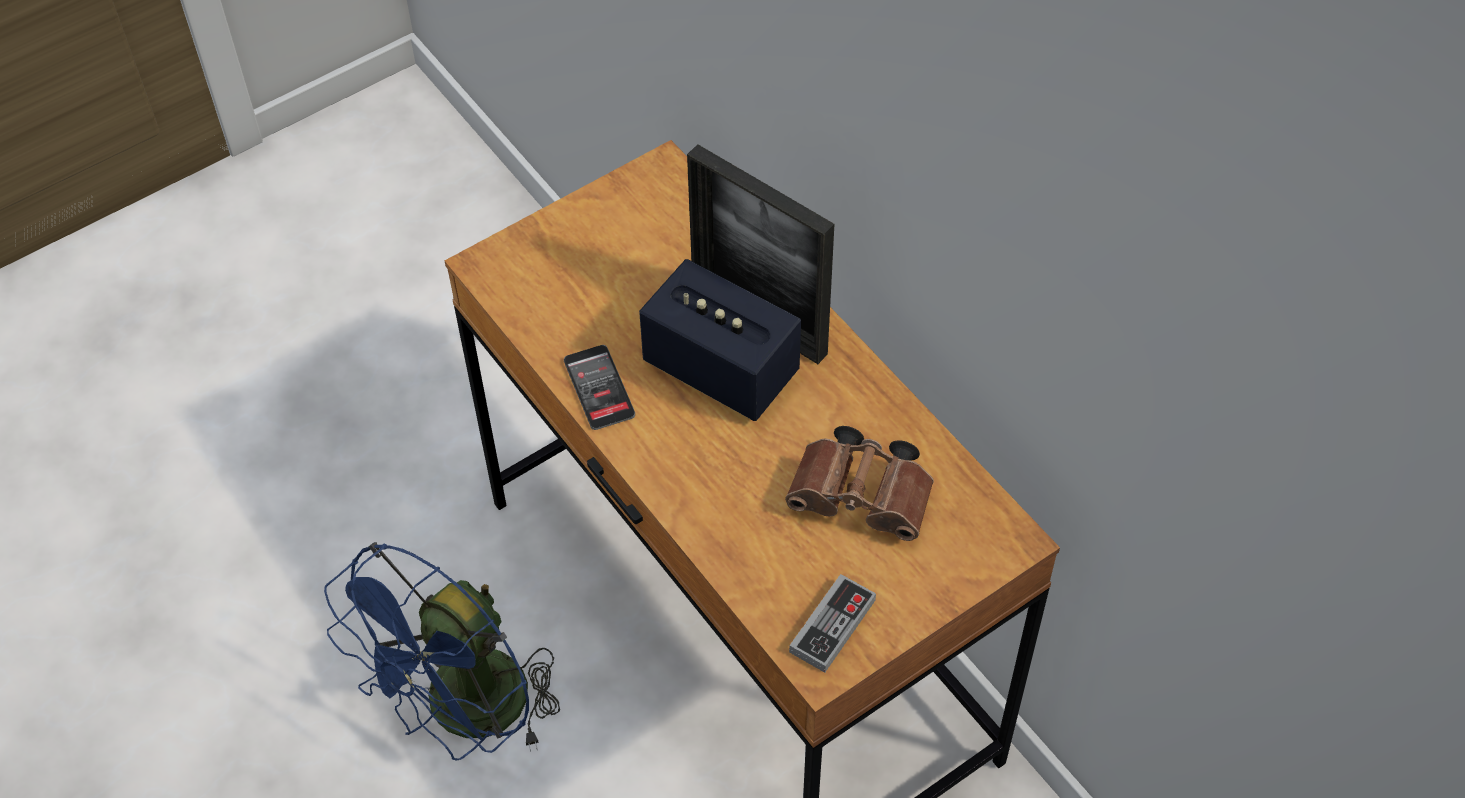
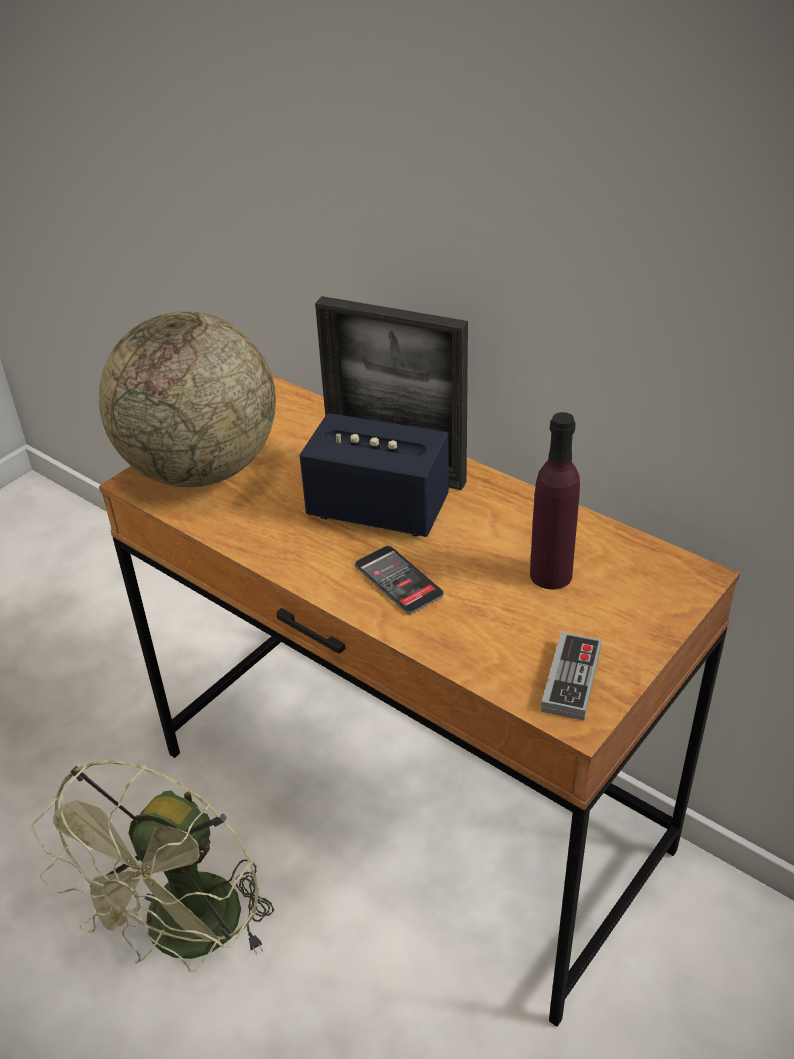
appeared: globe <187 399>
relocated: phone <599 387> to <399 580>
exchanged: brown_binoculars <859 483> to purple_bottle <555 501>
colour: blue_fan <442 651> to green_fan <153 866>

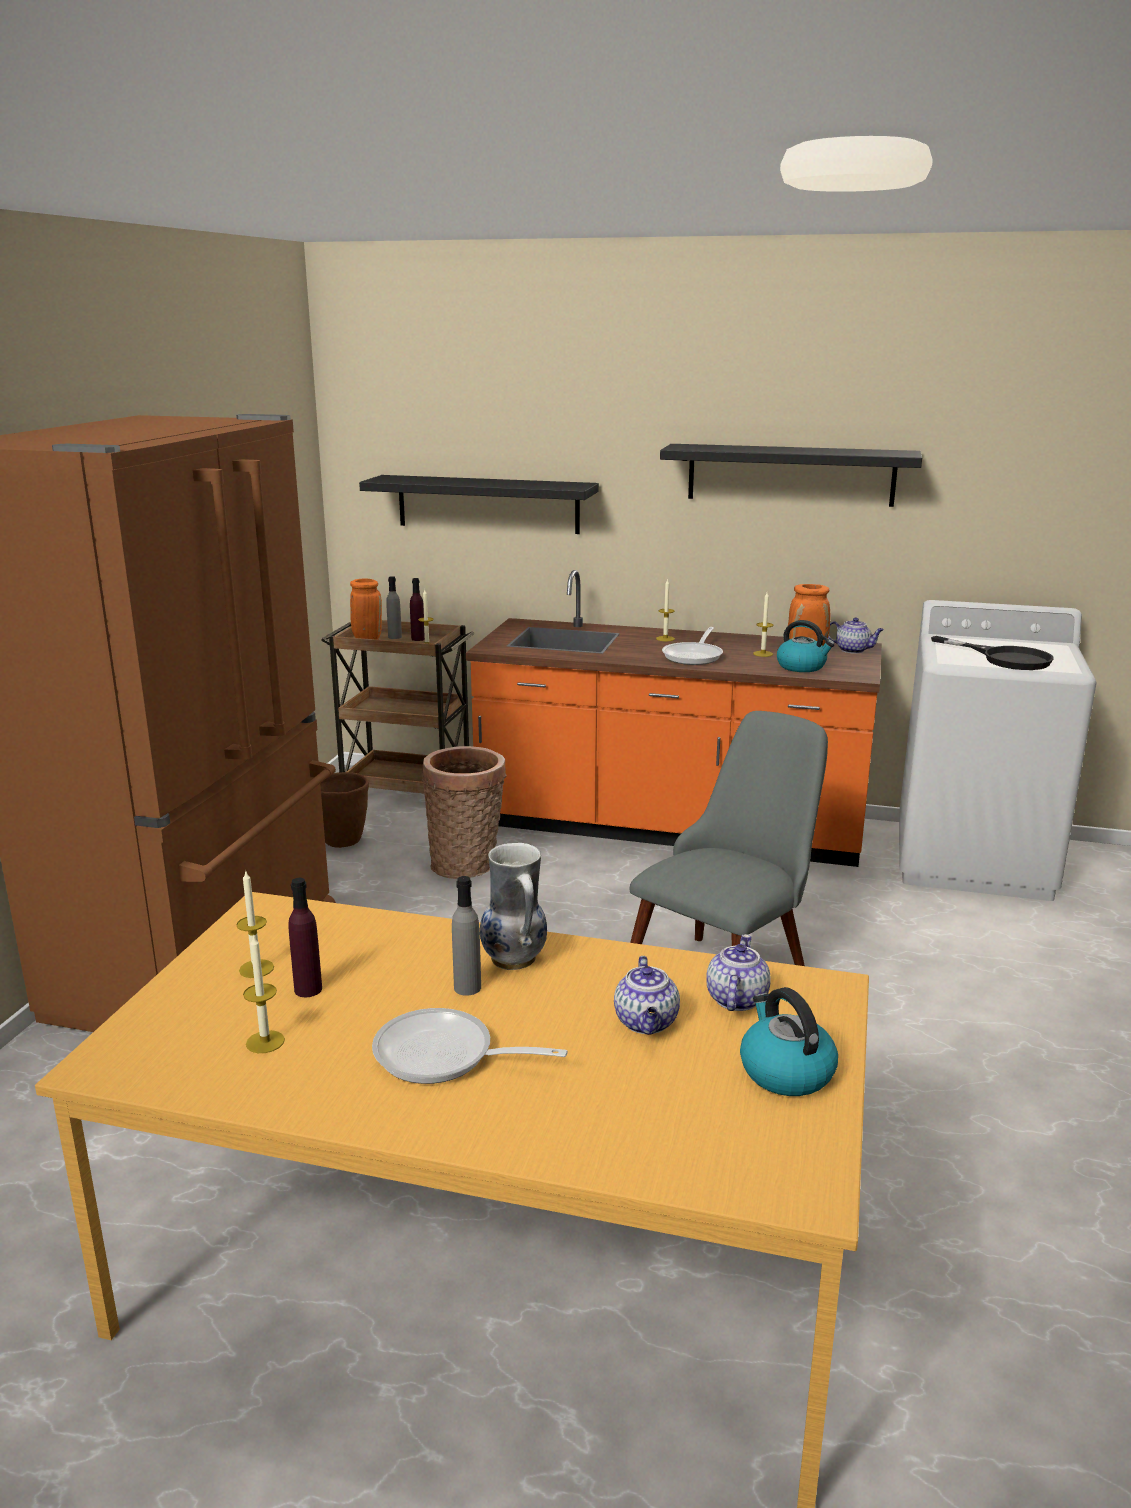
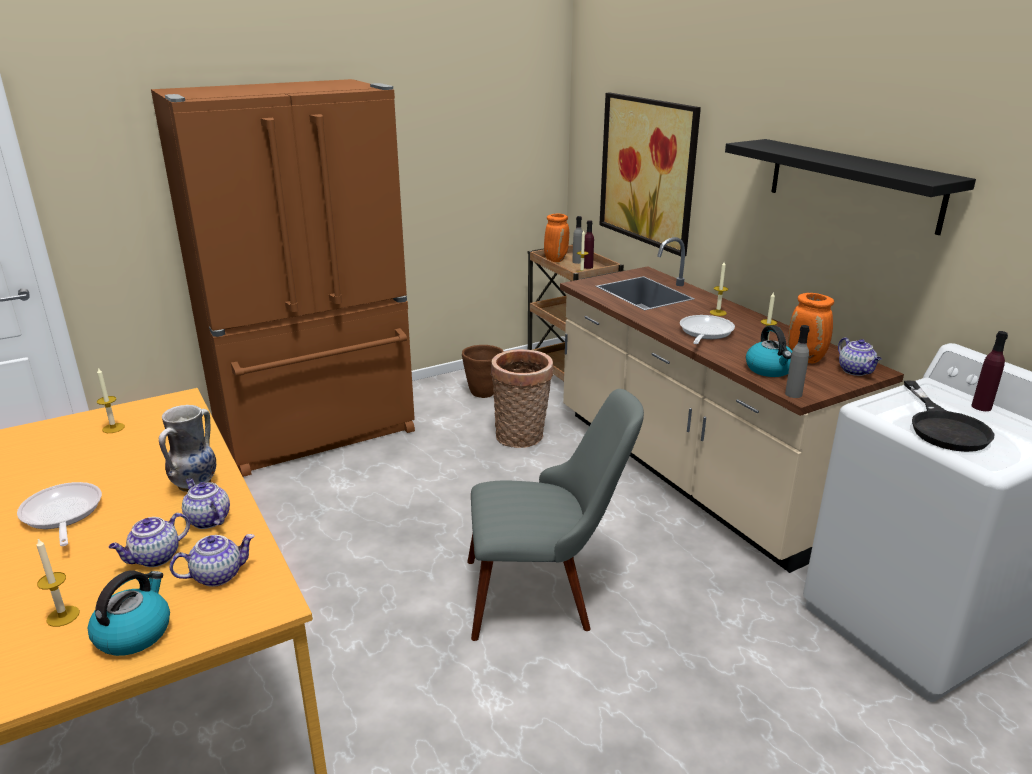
appeared: teapot <206 503>
relocated: grey_bottle <466 936> to <797 361>; purple_bottle <305 937> to <990 371>; candle <264 993> to <57 583>
exchanged: black_shelf <479 504> to picture <650 174>
colour: orange_counter <674 718> to beige_counter <732 405>
spun: frying_pan <692 646> = <707 329> 135 degrees clockwise

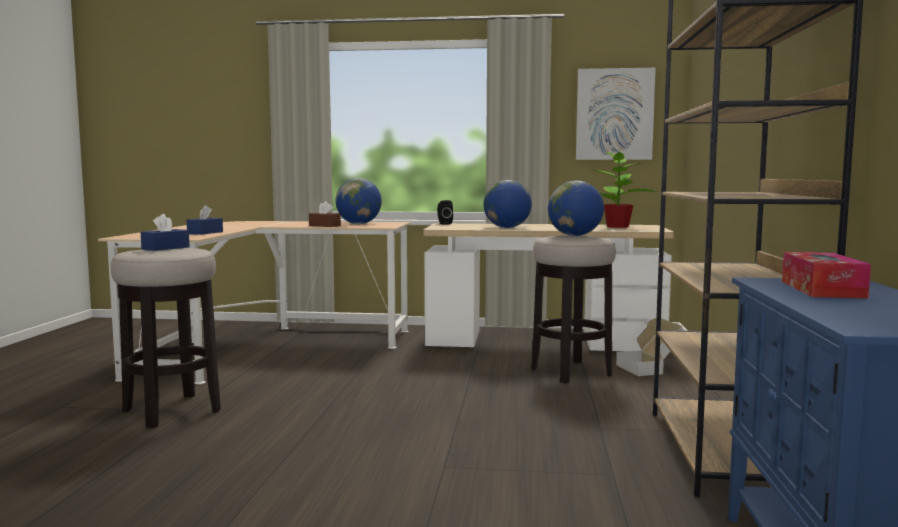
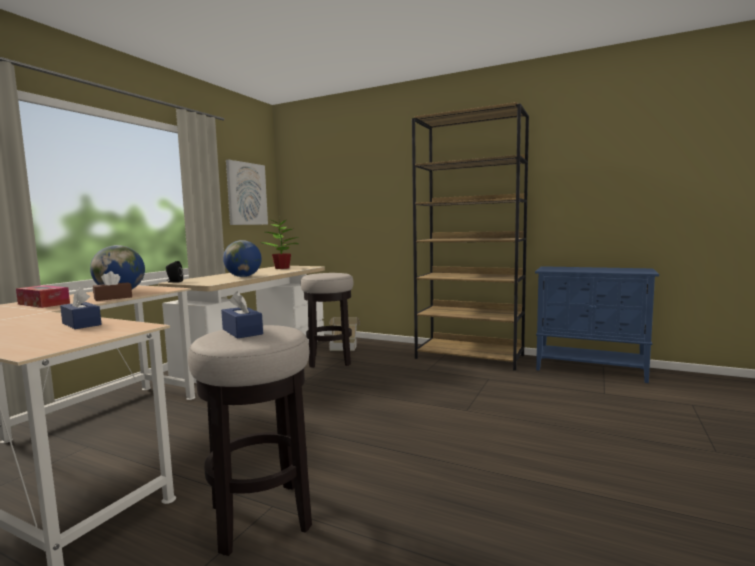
missing: globe <576 208>
relocated: tissue_box <826 275> to <43 296>

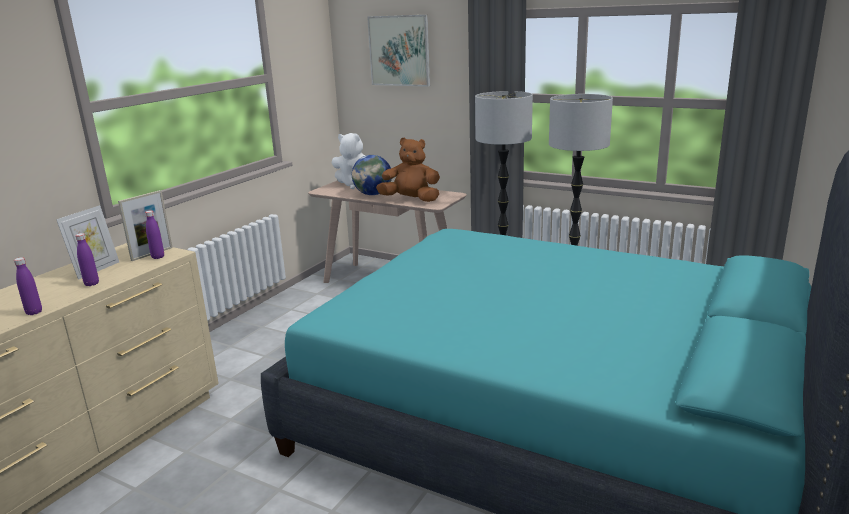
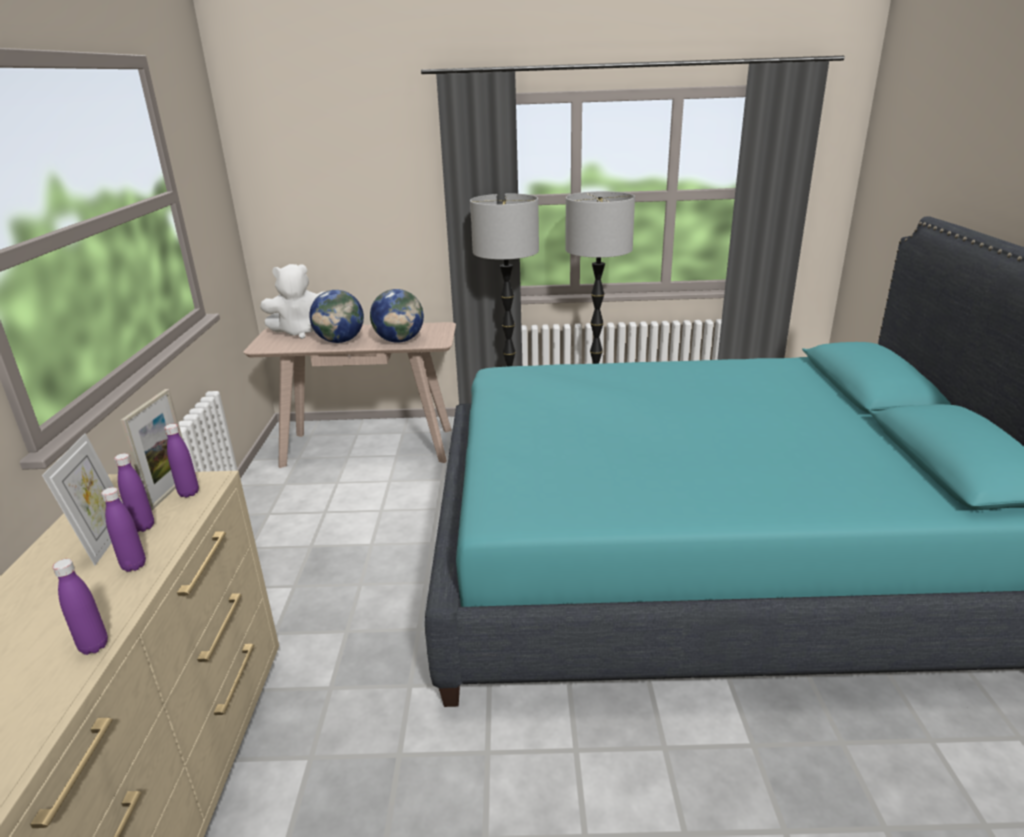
missing: picture <398 51>
appeared: purple_bottle <134 492>
exchanged: brown_plush_toy <408 169> to globe <397 316>

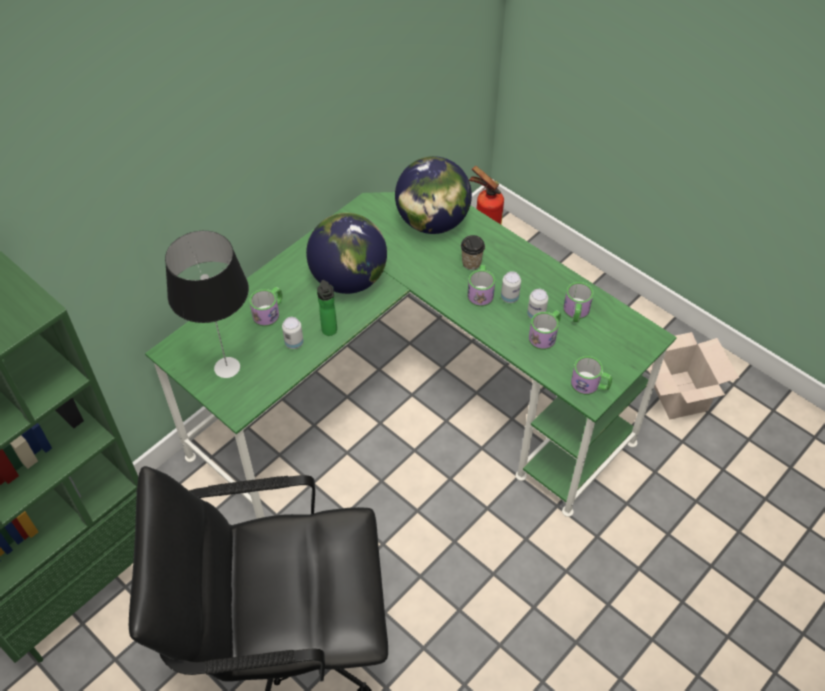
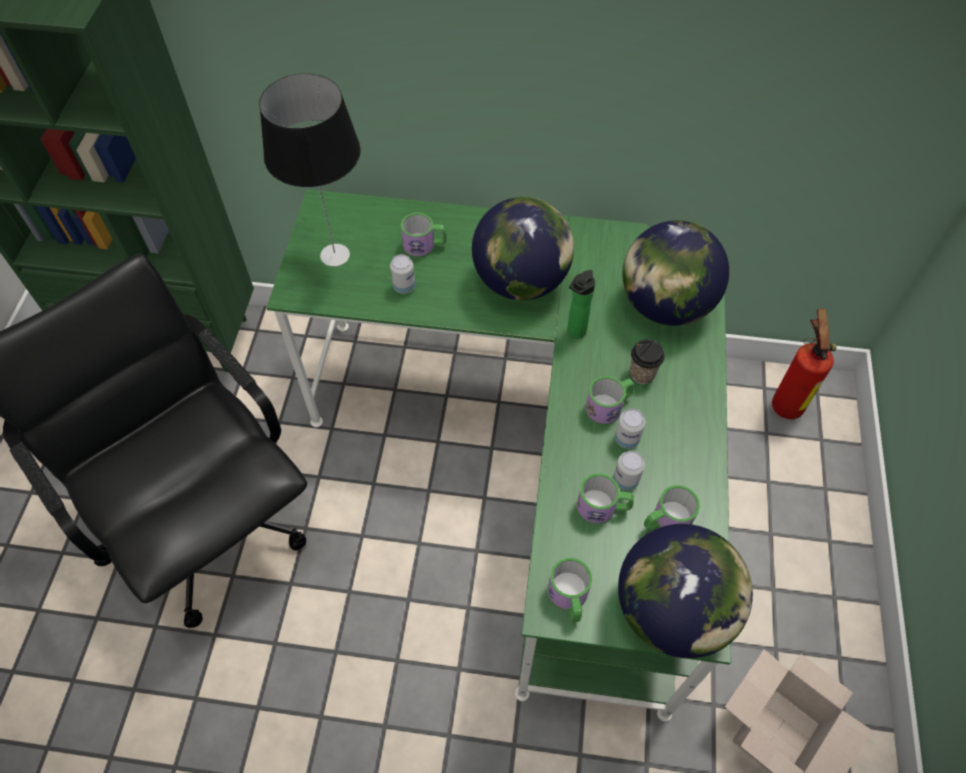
appeared: globe <685 591>
relocated: bottle <327 308> to <581 304>

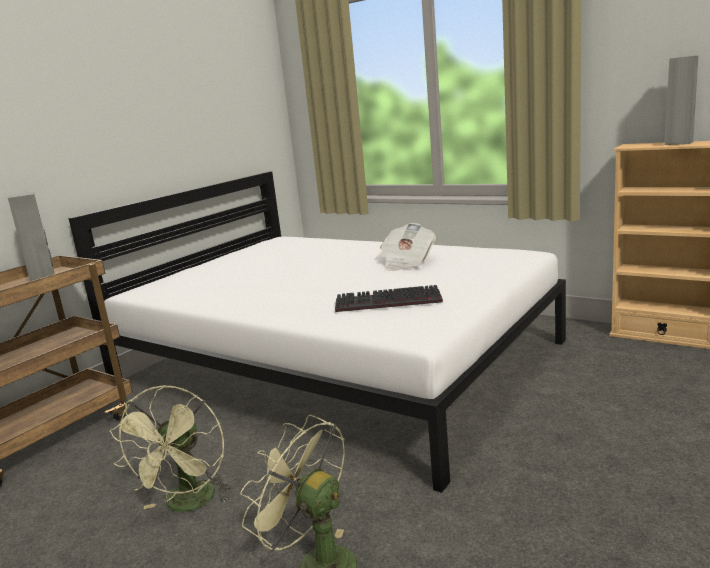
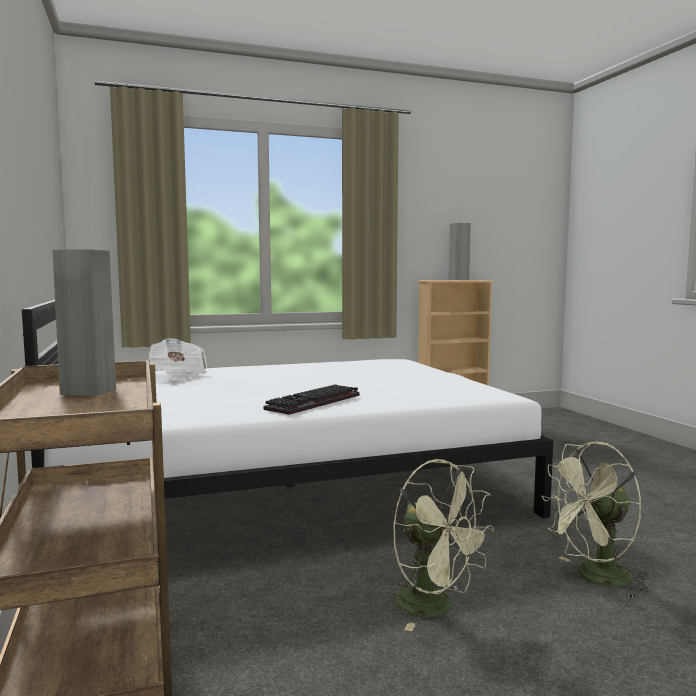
relocated: newspaper <408 247> to <177 359>; keyboard <389 298> to <311 399>

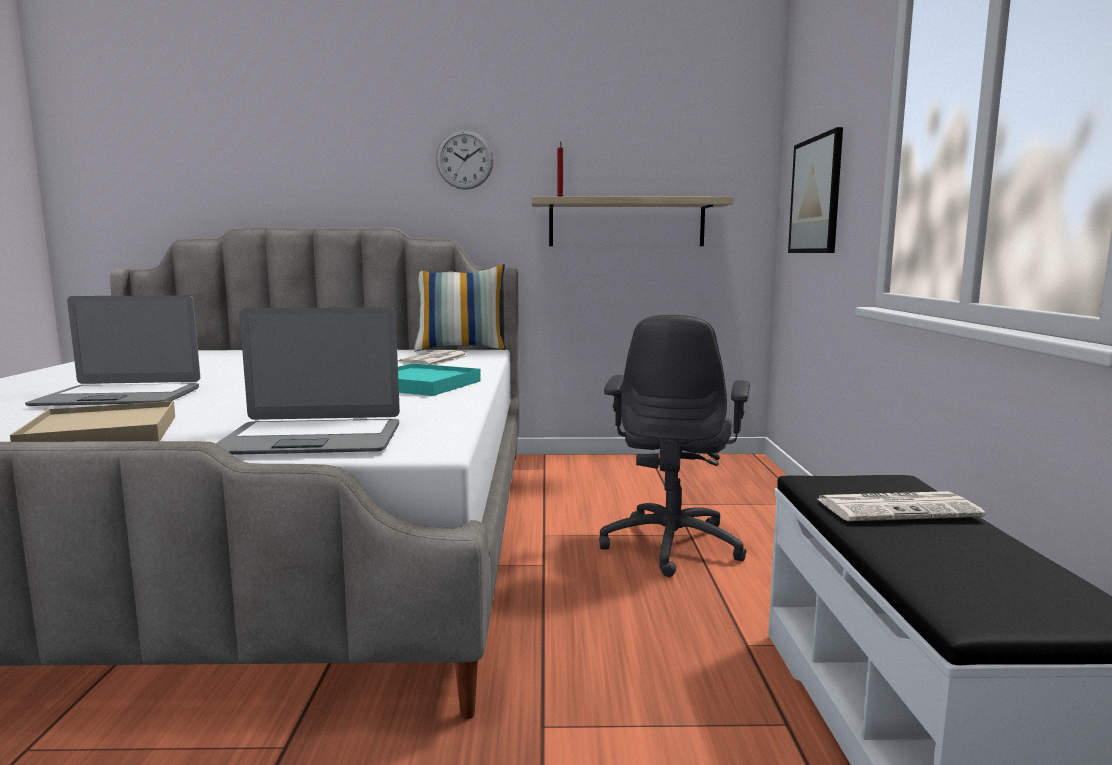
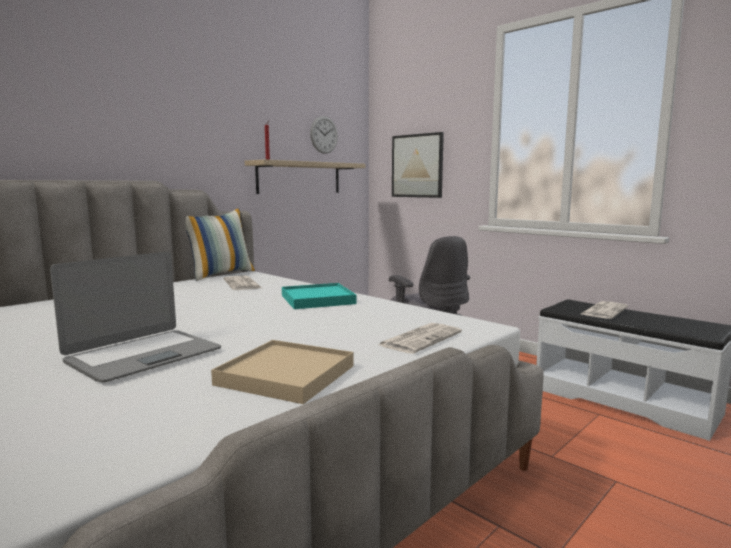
relocated: wall_clock <465 160> to <324 135>
exchanged: laptop <308 381> to newspaper <420 338>

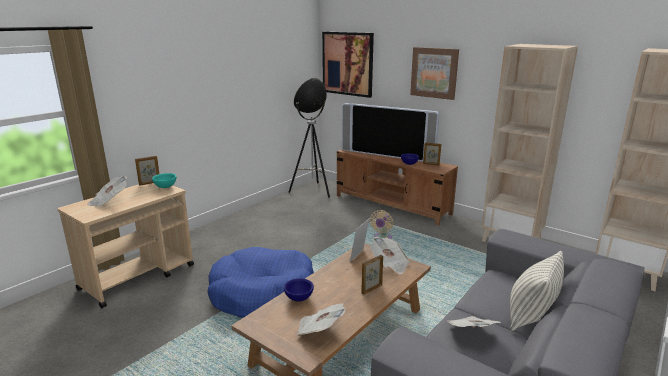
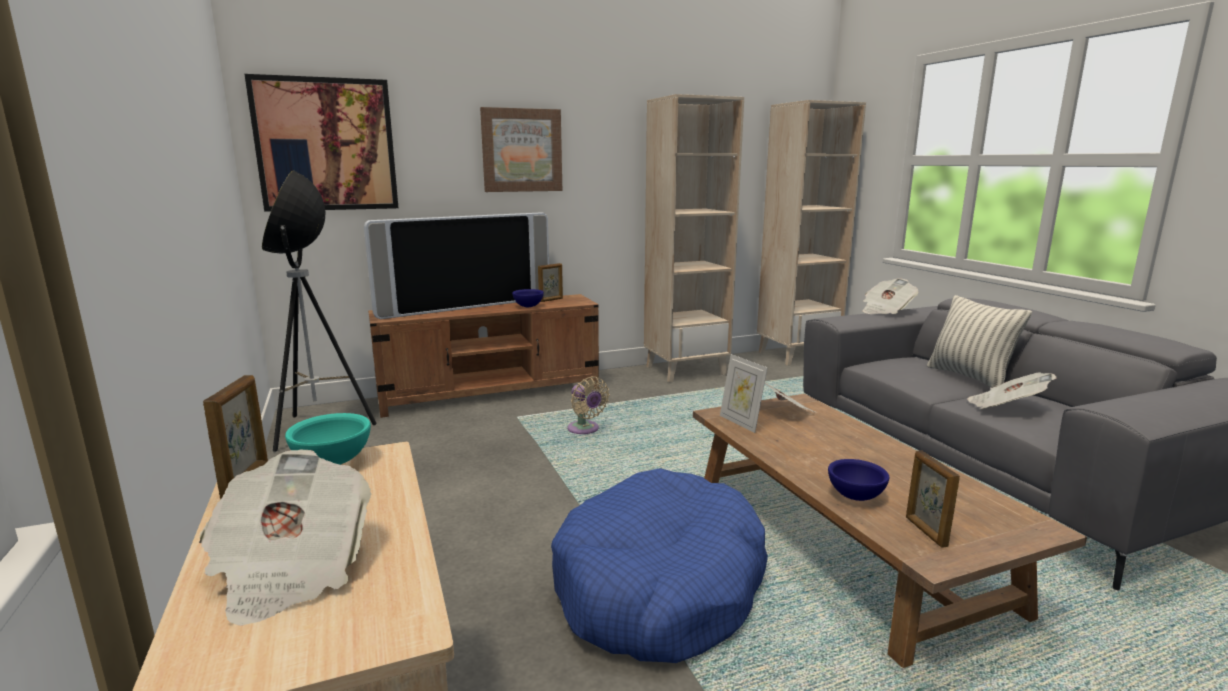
relocated: picture_frame <372 275> to <933 499>; newspaper <321 319> to <891 296>

